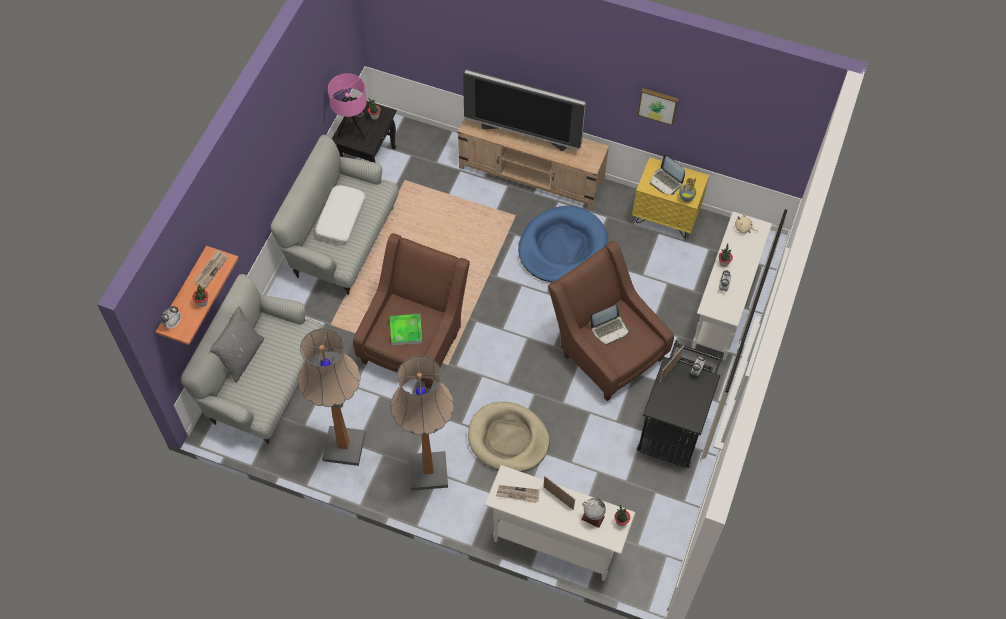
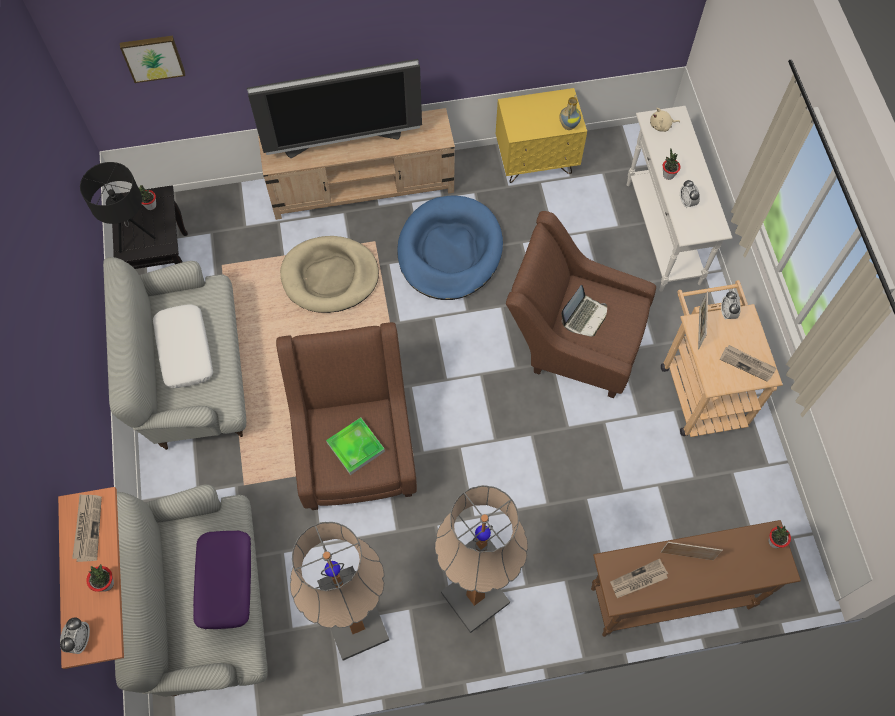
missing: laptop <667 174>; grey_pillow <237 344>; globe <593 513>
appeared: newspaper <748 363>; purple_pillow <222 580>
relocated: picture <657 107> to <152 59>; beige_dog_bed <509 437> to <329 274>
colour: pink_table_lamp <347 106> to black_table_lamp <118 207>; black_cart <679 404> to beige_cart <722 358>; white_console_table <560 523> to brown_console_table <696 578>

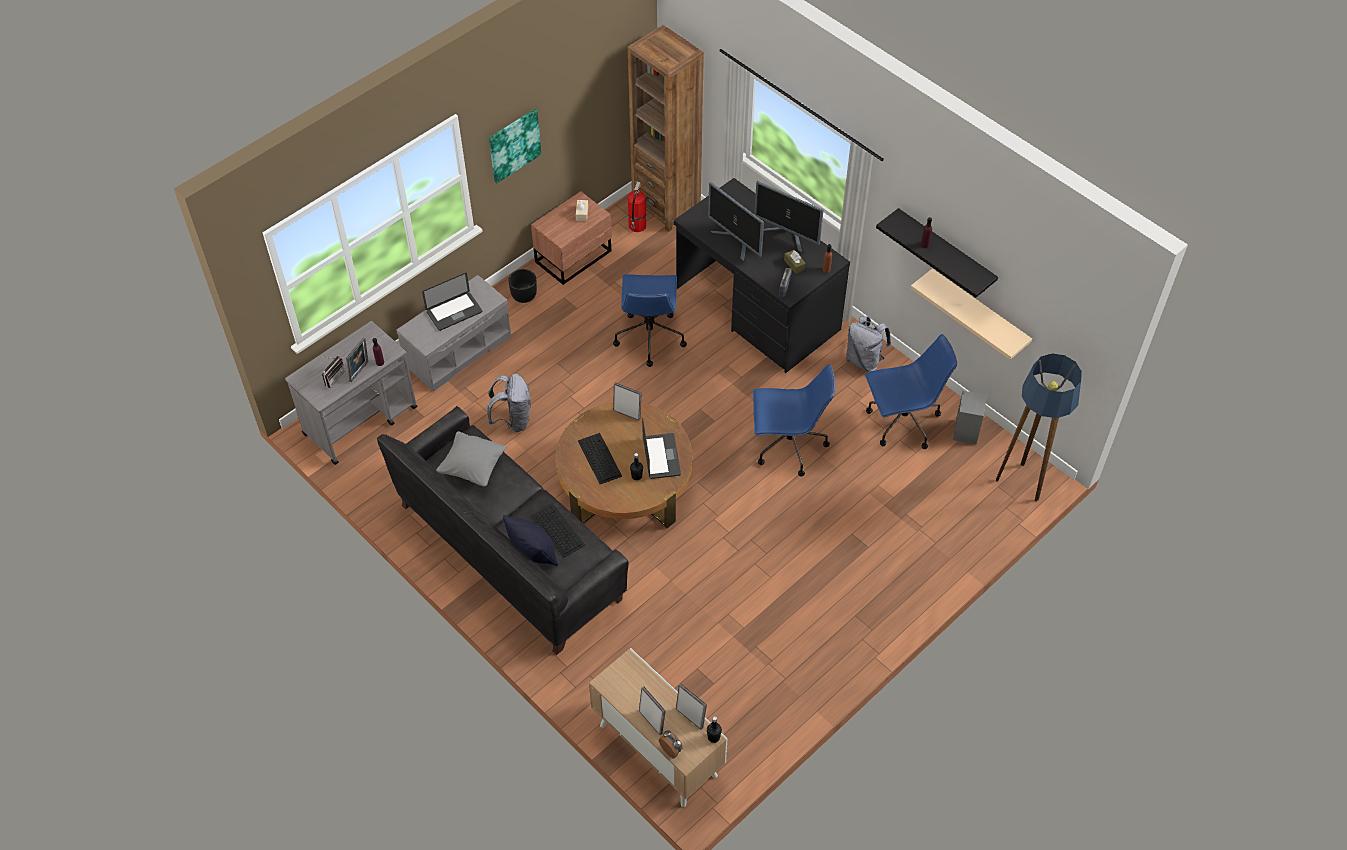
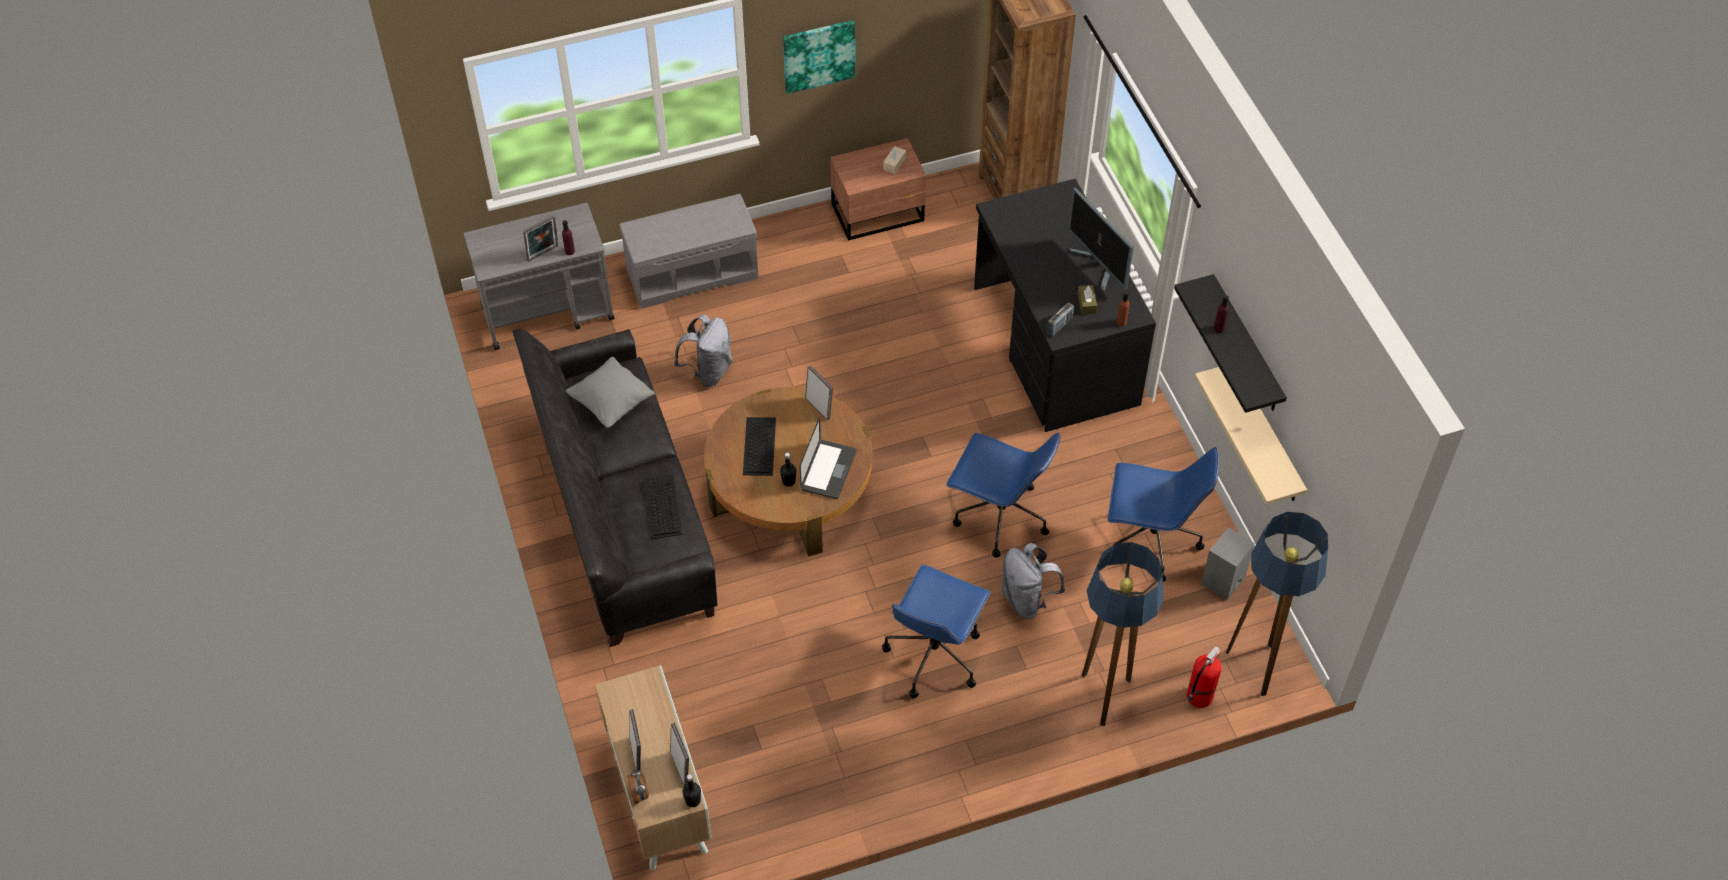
missing: monitor <736 221>; black_planter <522 286>; laptop <452 302>; radio <332 371>; black_pillow <530 540>
appeared: floor_lamp <1122 634>
relocated: fire_extinguisher <637 207> to <1204 677>; blue_office_chair <650 320> to <936 631>; grey_backpack <868 344> to <1033 581>

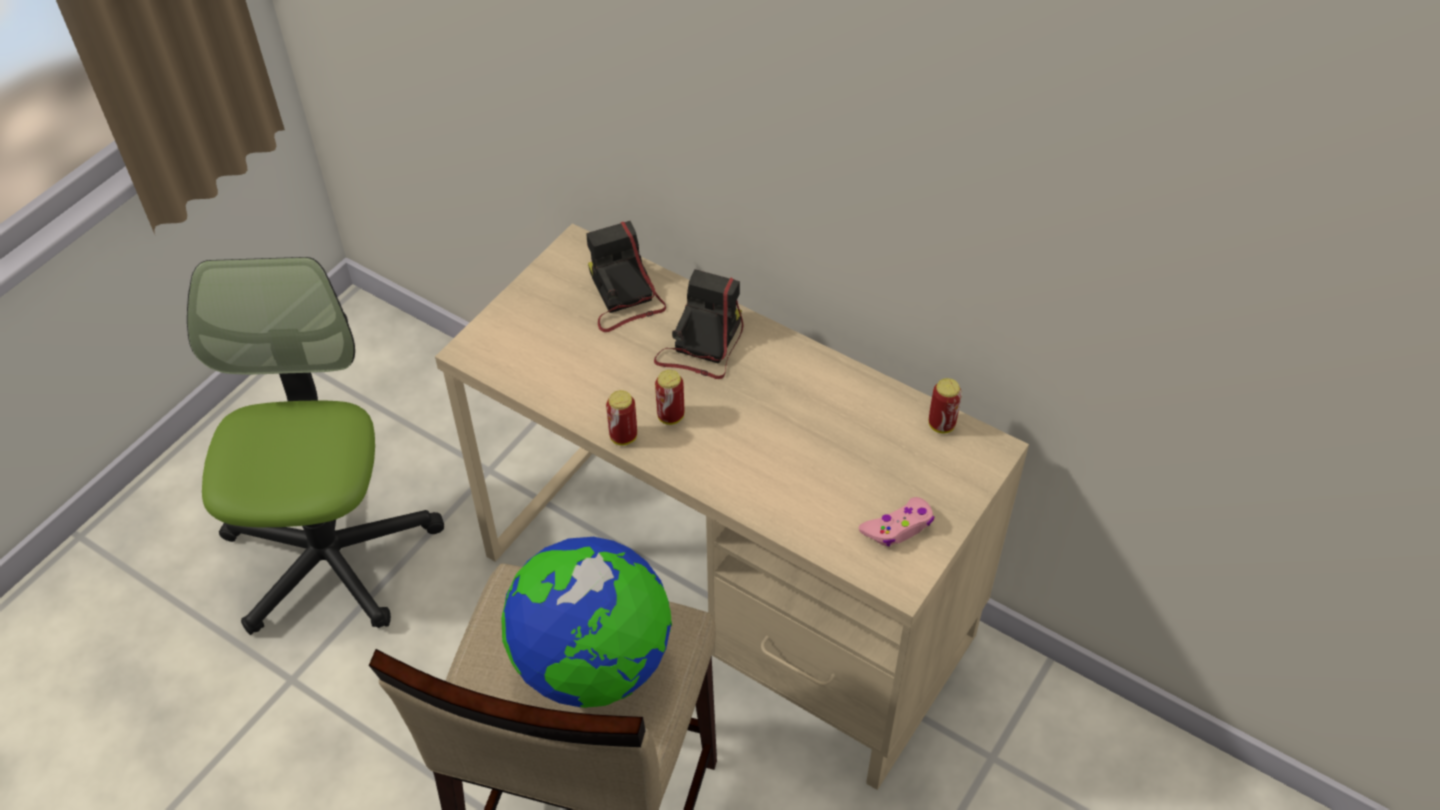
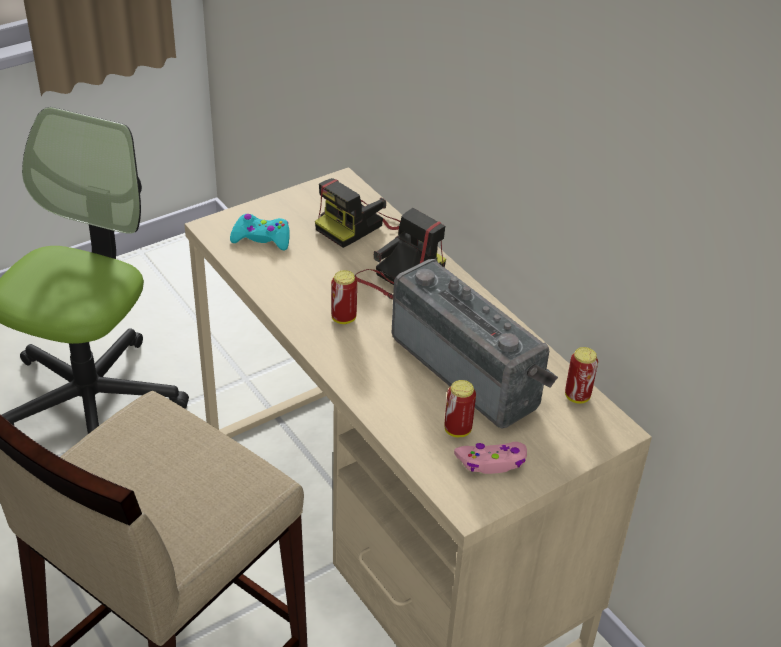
missing: globe <586 622>
appeared: turquoise_game_controller <260 232>; radio <475 343>
relocated: can <621 417> to <460 408>
spun: photo_camera <626 276> = <357 213> 135 degrees counterclockwise

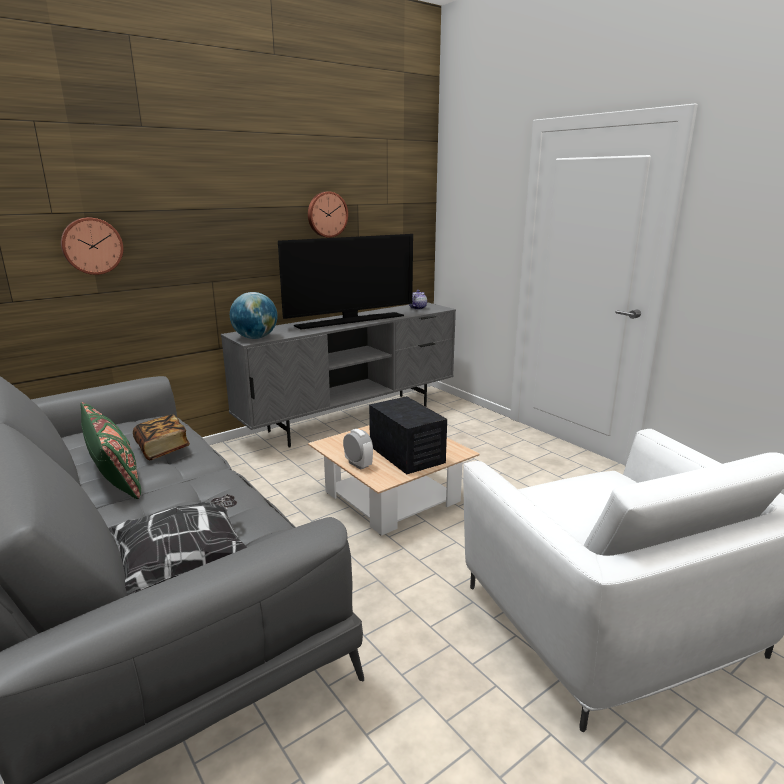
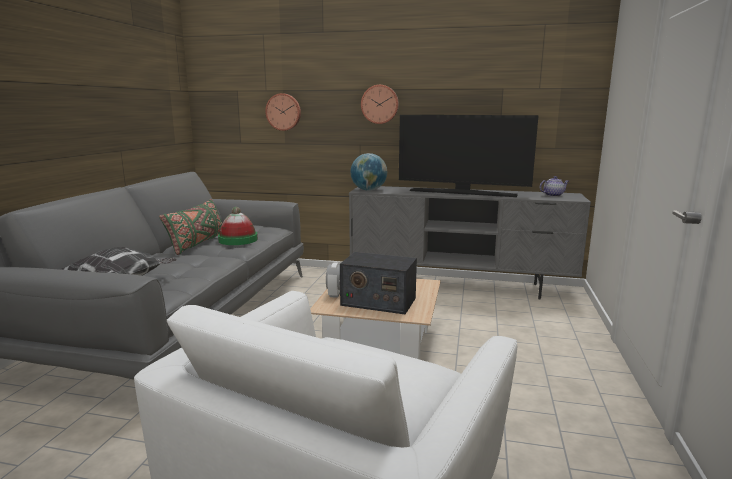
relocated: wall_clock <328 214> to <380 104>
exchanged: book <161 437> to hat <238 226>
spun: radio <408 435> = <378 283> 90 degrees clockwise

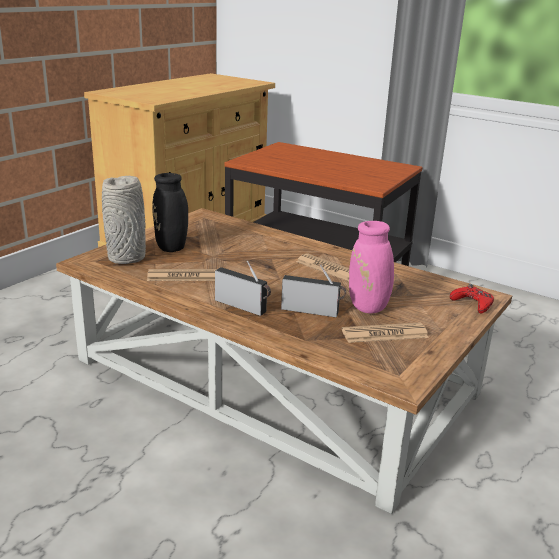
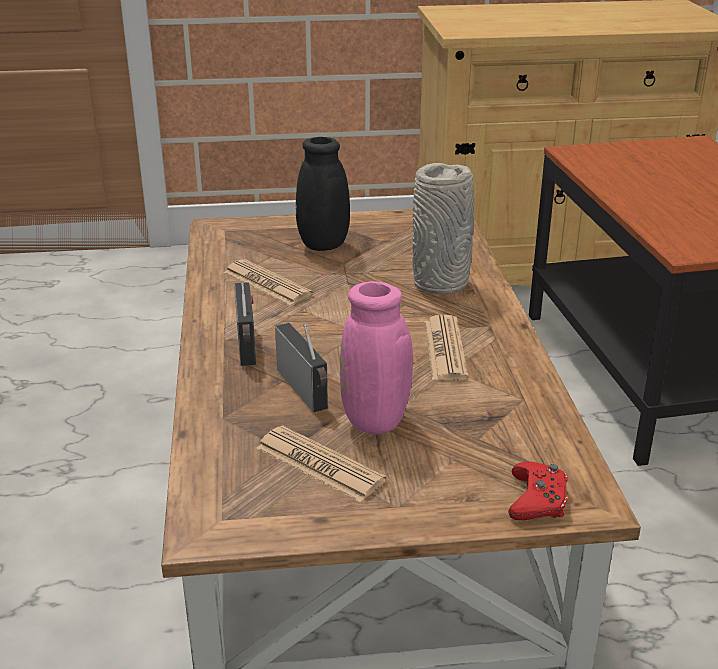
relocated: grey_vase <124 220> to <443 228>

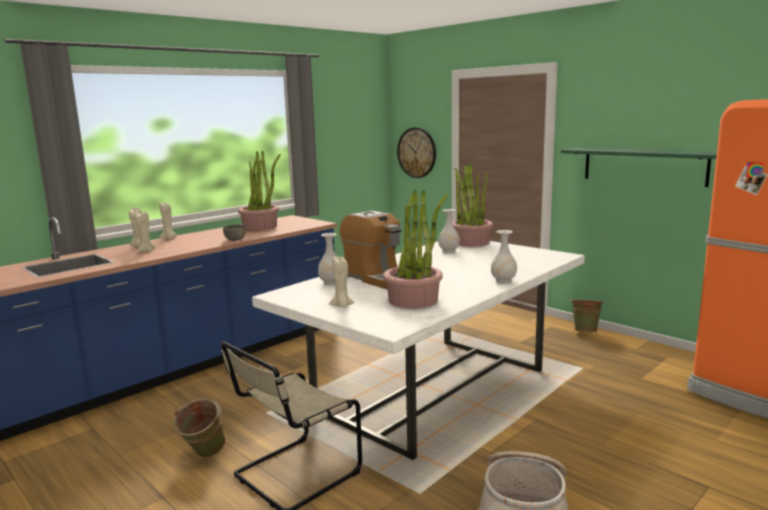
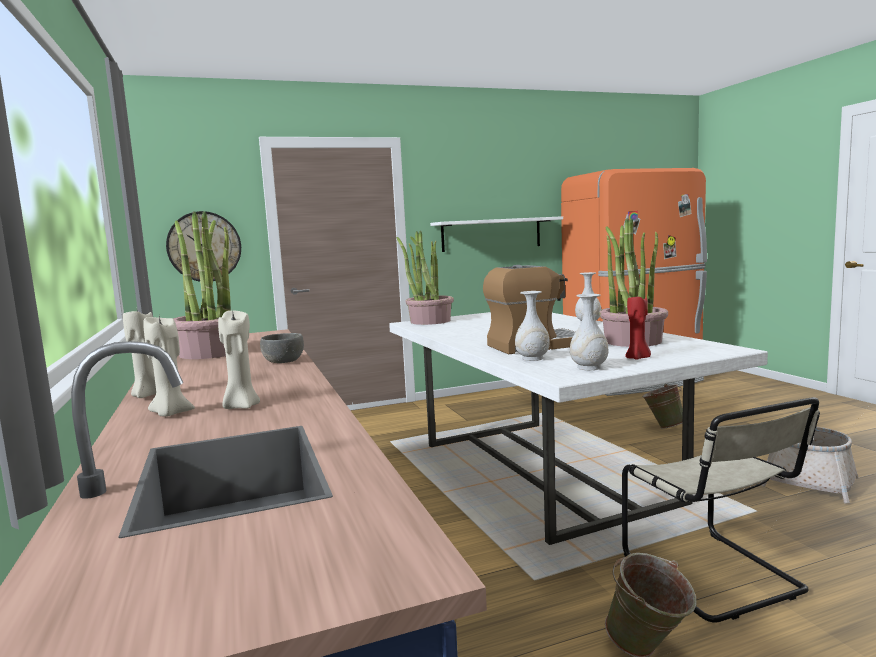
relocated: white_vase <449 231> to <589 332>; green_bucket <587 315> to <662 406>
colour: green_shelf <639 167> to white_shelf <496 234>; beige_candle <341 282> to red_candle <638 327>

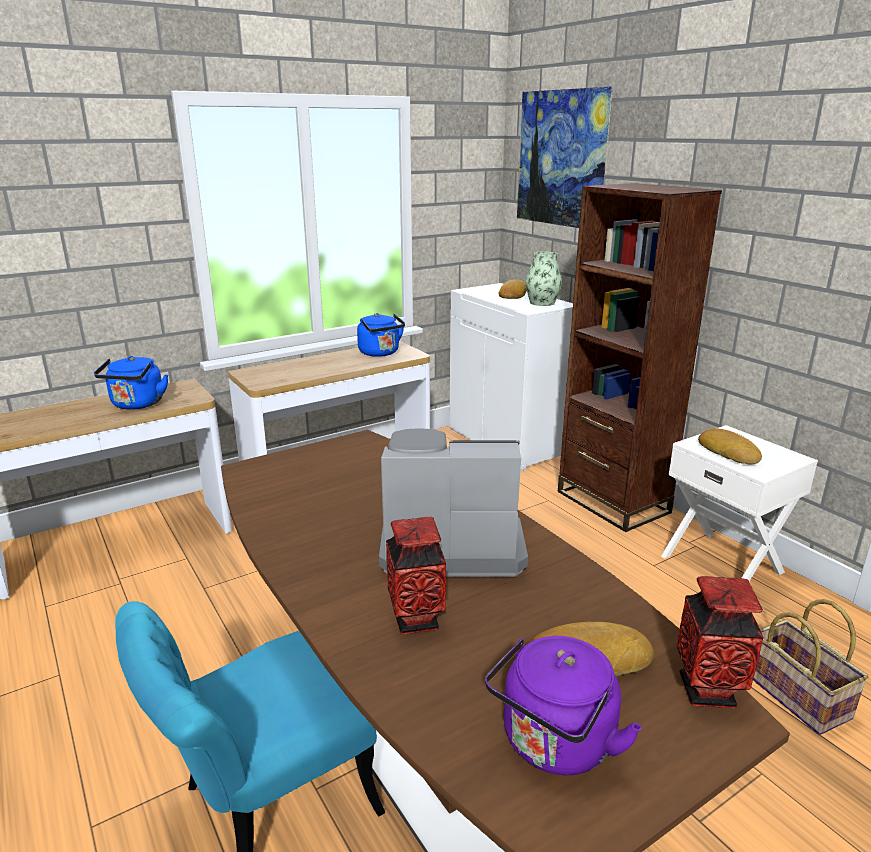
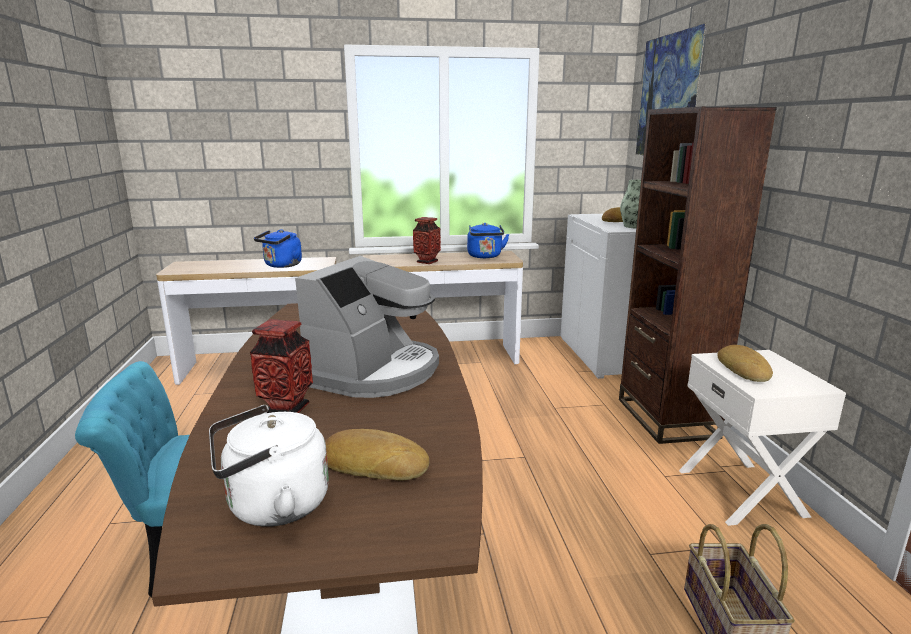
relocated: vase <719 642> to <427 240>
colour: purple_kettle <563 705> to white_kettle <269 466>
spun: coffee_machine <453 502> = <367 327> 90 degrees clockwise

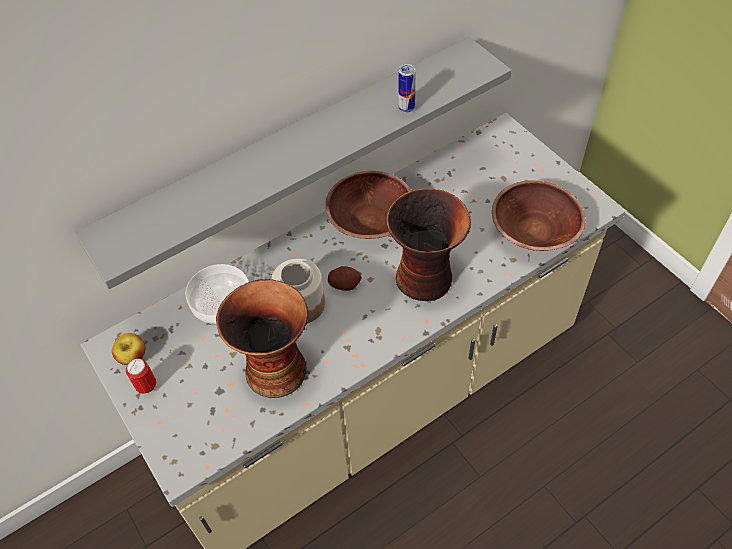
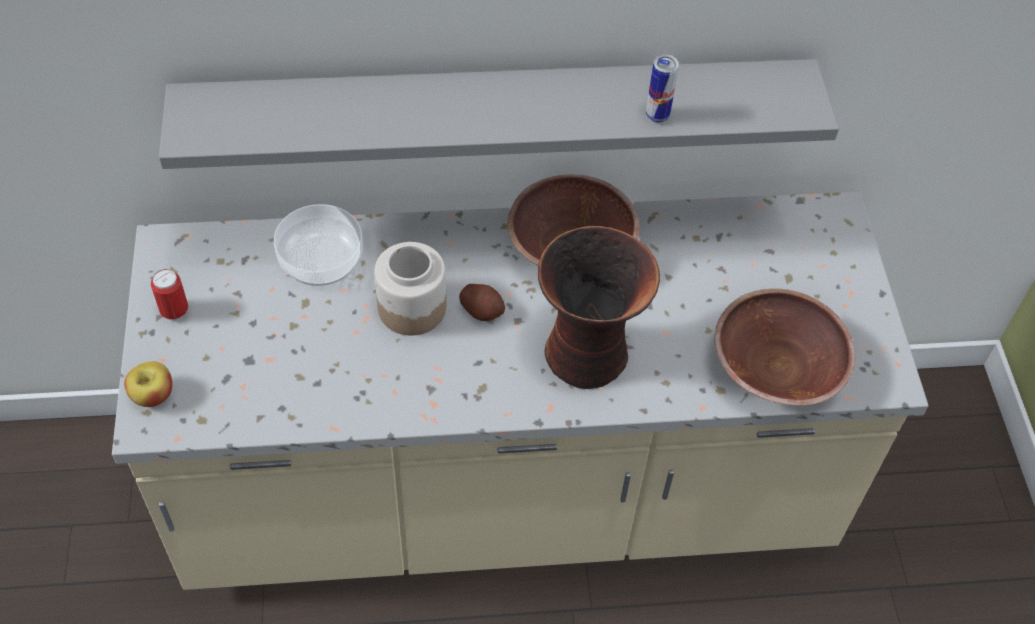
missing: vase <262 338>
relocated: apple <128 349> to <148 384>

